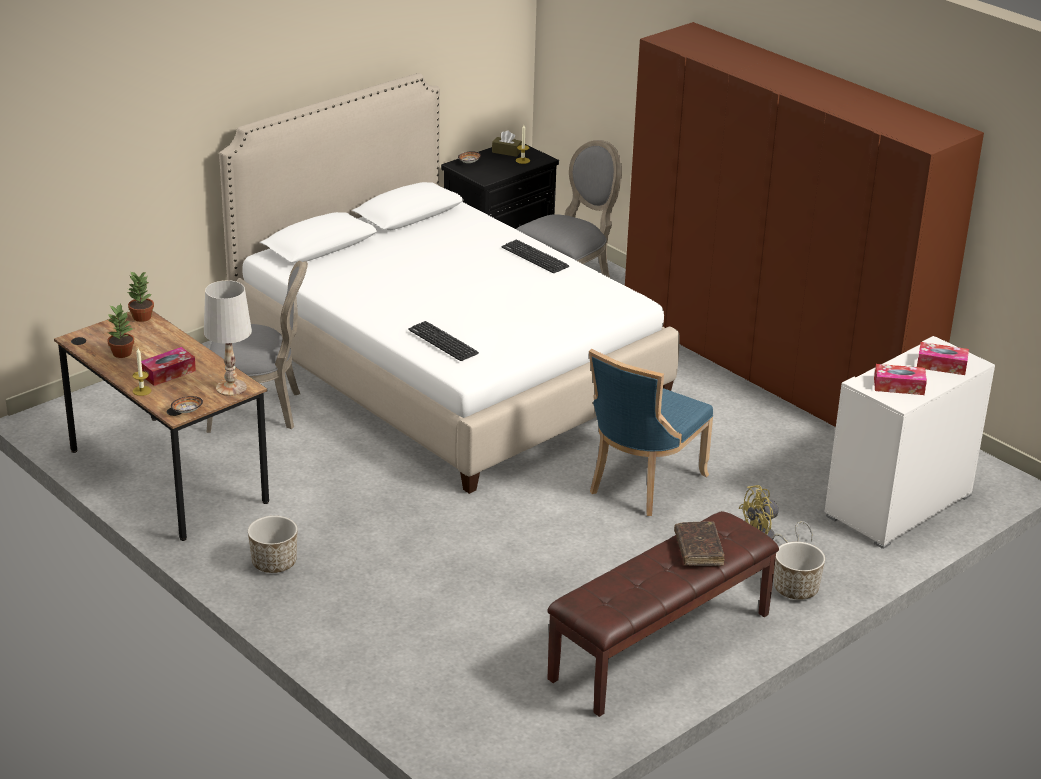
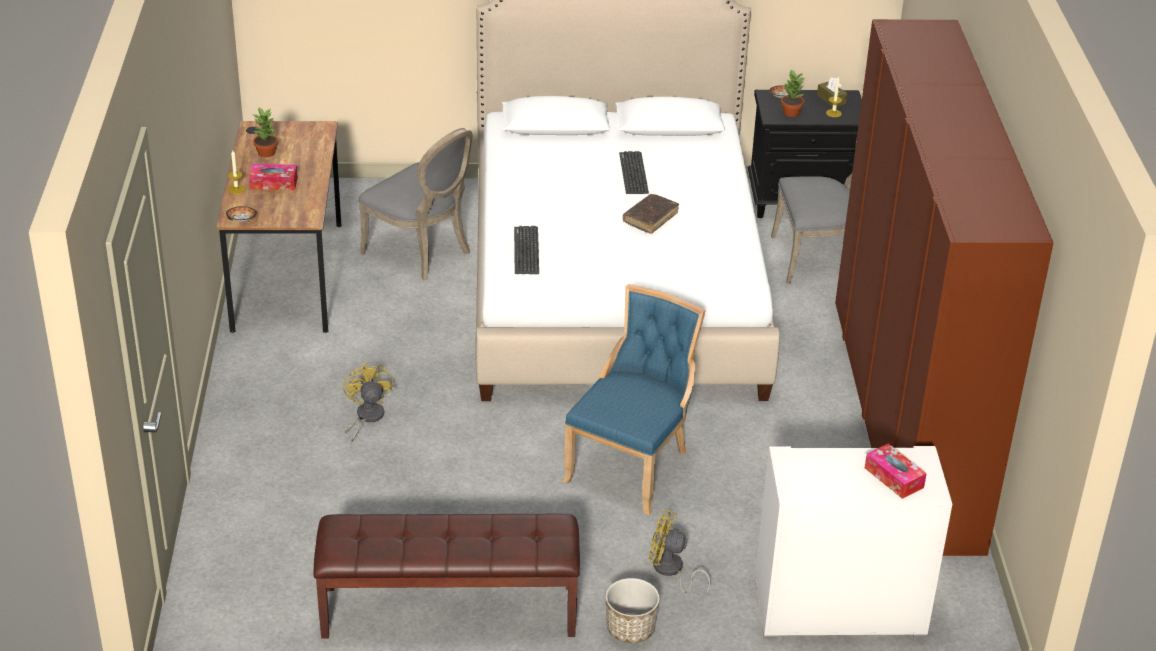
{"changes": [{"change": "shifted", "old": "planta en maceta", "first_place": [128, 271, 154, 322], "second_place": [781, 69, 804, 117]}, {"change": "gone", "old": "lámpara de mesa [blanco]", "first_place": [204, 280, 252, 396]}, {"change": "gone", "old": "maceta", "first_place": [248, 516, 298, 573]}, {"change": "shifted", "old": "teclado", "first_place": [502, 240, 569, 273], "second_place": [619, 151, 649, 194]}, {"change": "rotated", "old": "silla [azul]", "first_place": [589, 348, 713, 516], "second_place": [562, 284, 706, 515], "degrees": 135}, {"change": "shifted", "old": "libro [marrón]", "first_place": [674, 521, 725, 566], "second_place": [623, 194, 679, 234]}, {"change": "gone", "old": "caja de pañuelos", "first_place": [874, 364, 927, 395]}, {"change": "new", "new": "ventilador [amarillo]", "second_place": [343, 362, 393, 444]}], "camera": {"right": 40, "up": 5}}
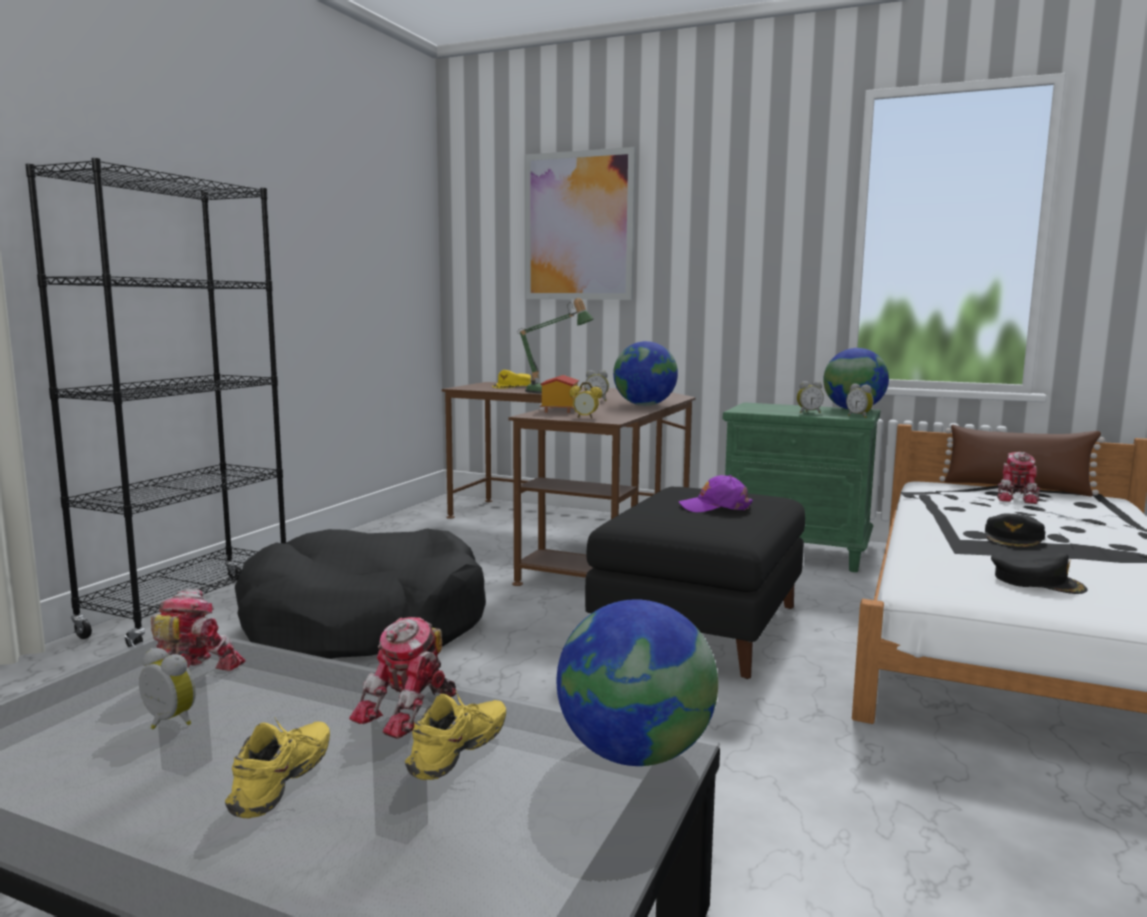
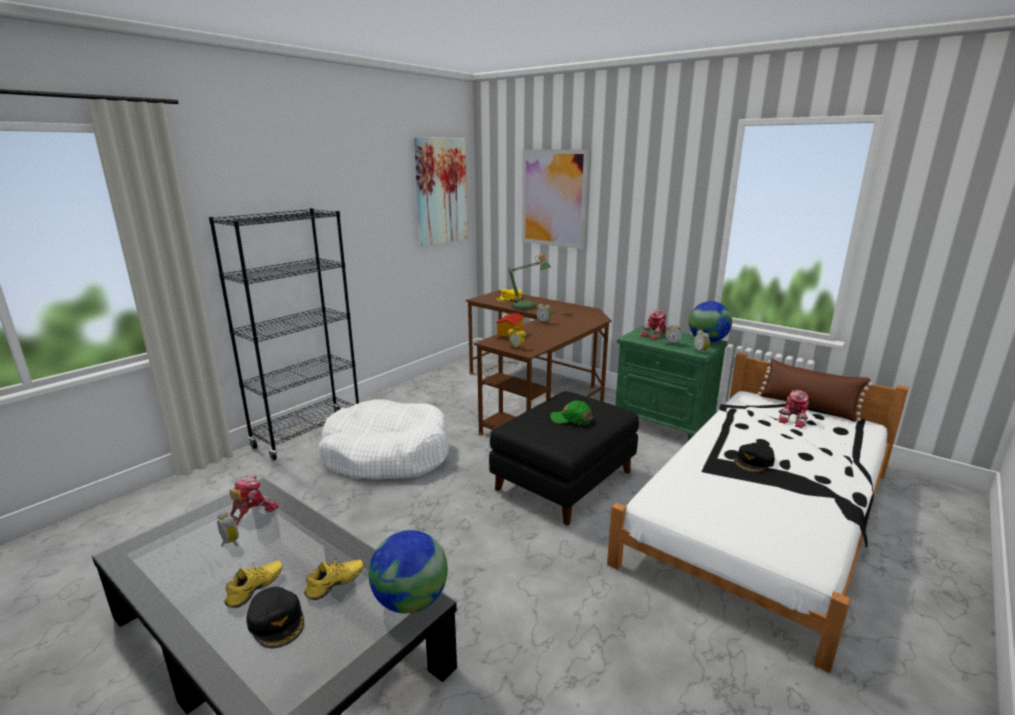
{"changes": [{"change": "repainted", "old": "cama para perro [negro]", "new": "cama para perro [blanco]", "first_place": [235, 528, 486, 659], "second_place": [318, 399, 449, 480]}, {"change": "shifted", "old": "robot de juguete", "first_place": [349, 617, 456, 739], "second_place": [640, 310, 667, 340]}, {"change": "gone", "old": "globo terráqueo", "first_place": [613, 341, 678, 406]}, {"change": "repainted", "old": "gorra [morado]", "new": "gorra [verde]", "first_place": [679, 475, 753, 512], "second_place": [550, 400, 593, 425]}, {"change": "shifted", "old": "gorra [negro]", "first_place": [991, 552, 1088, 594], "second_place": [246, 587, 304, 648]}, {"change": "new", "new": "cuadro", "second_place": [414, 137, 468, 247]}], "camera": {"right": 15, "up": 10}}
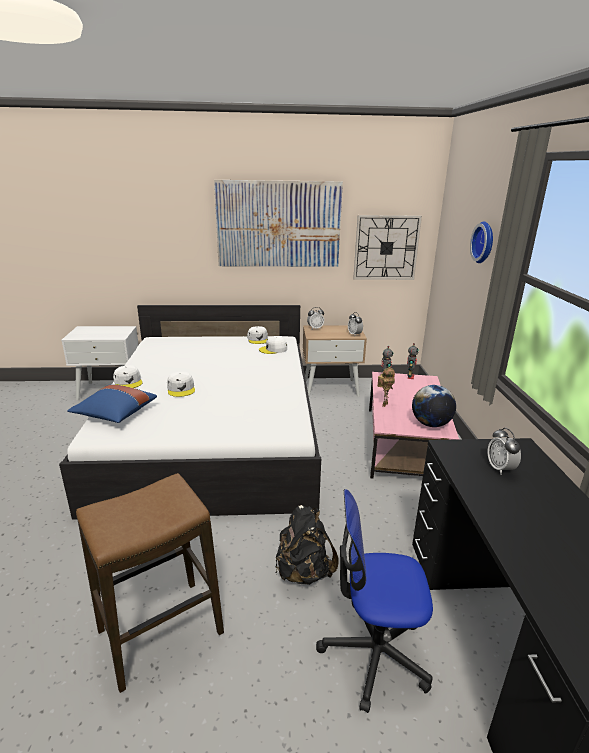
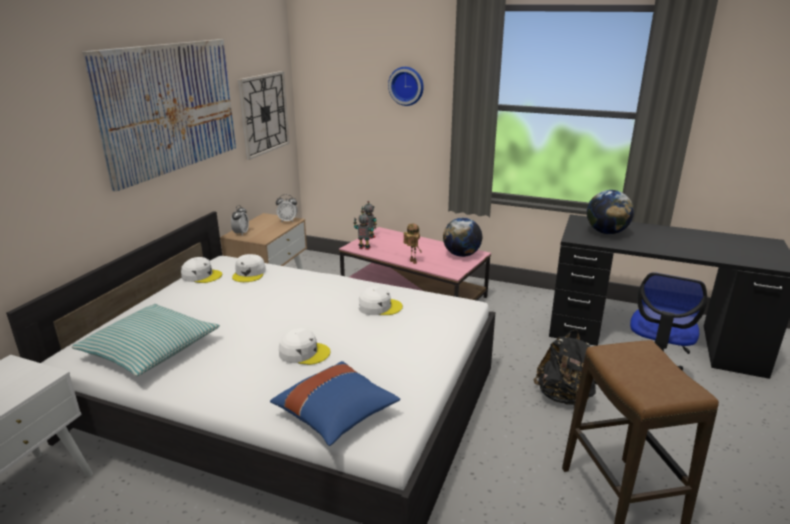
{"changes": [{"change": "shifted", "old": "gorra [blanco]", "first_place": [113, 365, 142, 388], "second_place": [359, 286, 403, 315]}, {"change": "swapped", "old": "despertador", "new": "globo terráqueo", "first_place": [487, 428, 521, 475], "second_place": [587, 190, 634, 234]}, {"change": "new", "new": "cojín", "second_place": [72, 304, 220, 376]}], "camera": {"right": -65, "up": 0}}
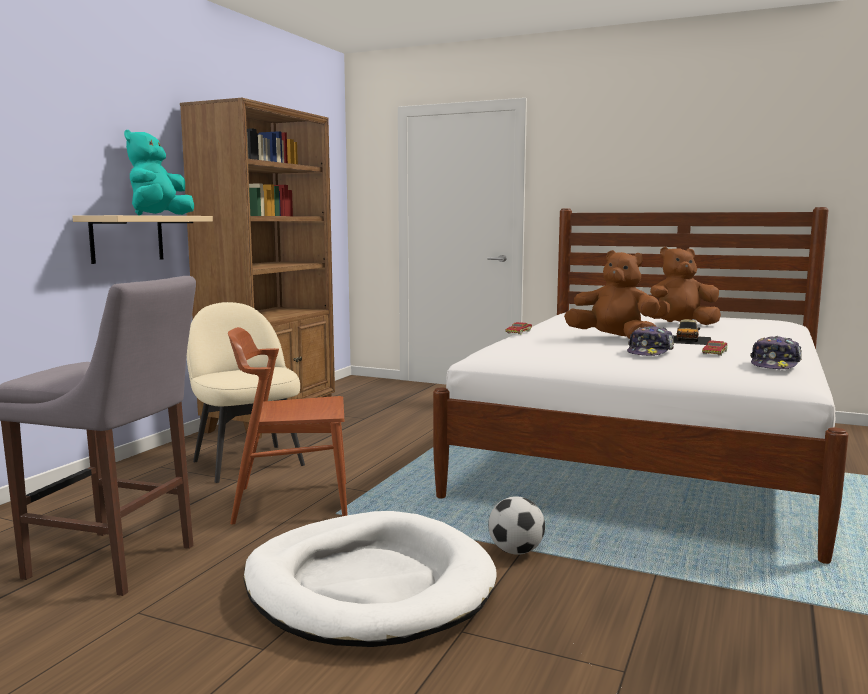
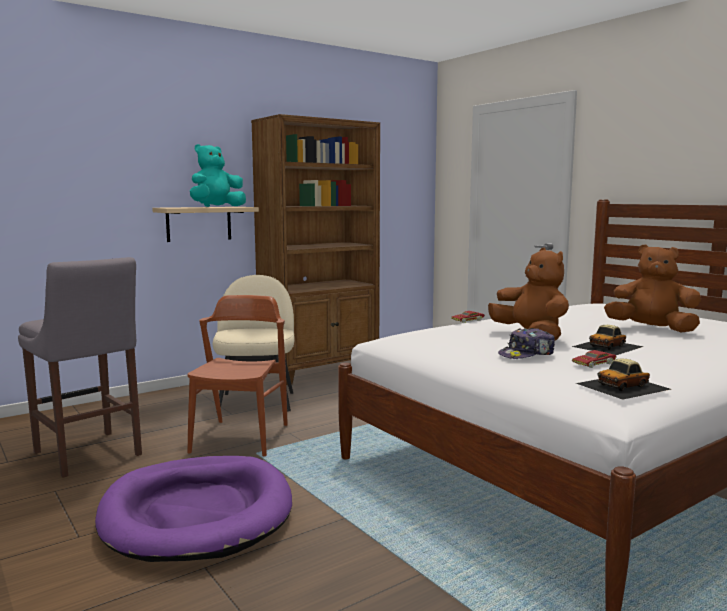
{"changes": [{"change": "rotated", "old": "silla [marrón]", "first_place": [228, 327, 348, 525], "second_place": [187, 295, 288, 456], "degrees": 75}, {"change": "repainted", "old": "cama para perro [blanco]", "new": "cama para perro [morado]", "first_place": [244, 511, 497, 647], "second_place": [95, 456, 292, 562]}, {"change": "gone", "old": "balón de fútbol", "first_place": [488, 496, 545, 555]}, {"change": "swapped", "old": "gorra", "new": "coche de juguete", "first_place": [750, 336, 802, 369], "second_place": [576, 359, 671, 400]}], "camera": {"right": 30, "up": 0}}
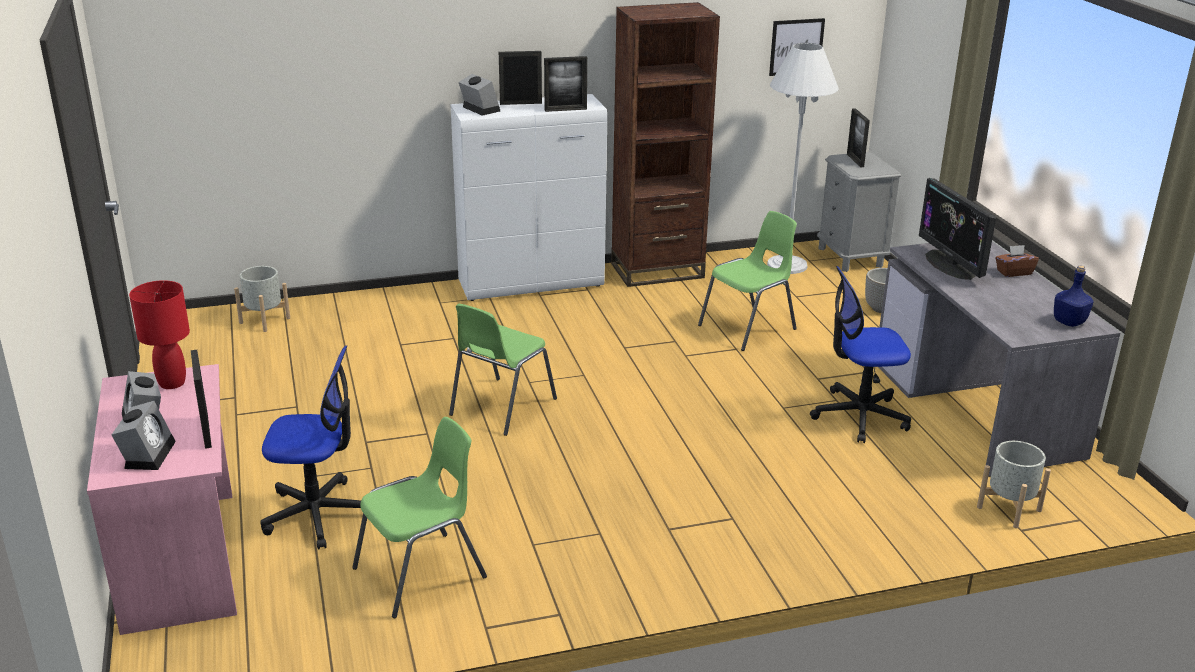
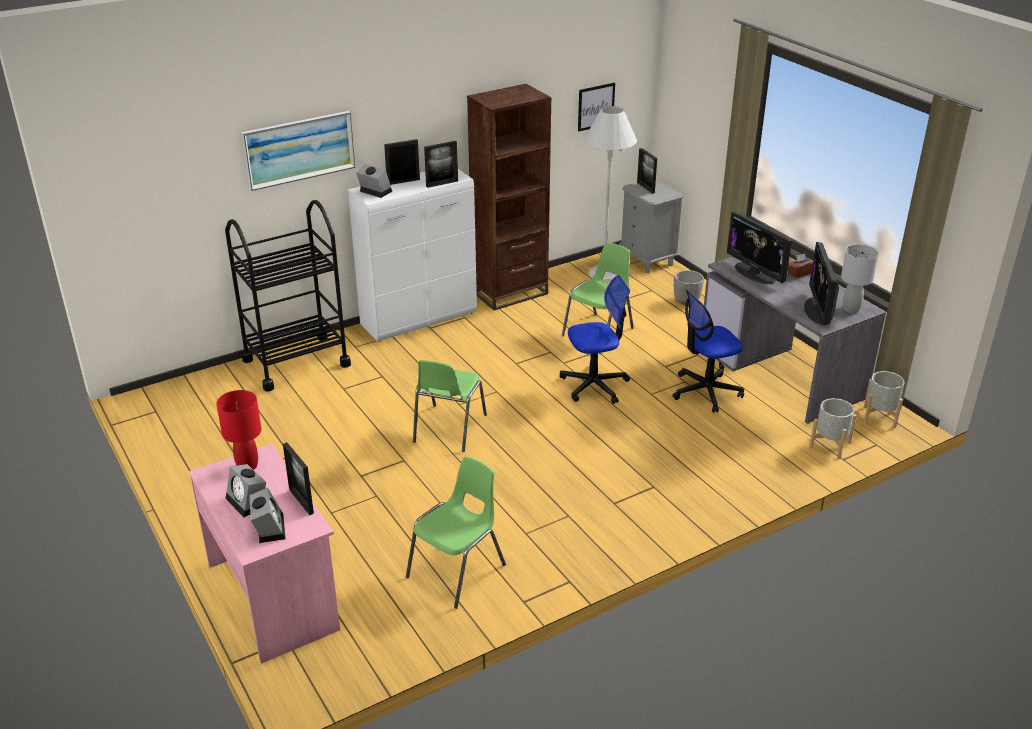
{"changes": [{"change": "shifted", "old": "maceta [gris]", "first_place": [234, 266, 290, 332], "second_place": [864, 371, 905, 428]}, {"change": "shifted", "old": "silla de oficina", "first_place": [260, 345, 361, 550], "second_place": [559, 275, 630, 404]}, {"change": "swapped", "old": "botella [azul]", "new": "lámpara de mesa [gris]", "first_place": [1054, 266, 1094, 327], "second_place": [841, 244, 879, 313]}, {"change": "new", "new": "carrito [negro]", "second_place": [225, 200, 351, 392]}, {"change": "new", "new": "cuadro", "second_place": [242, 111, 355, 191]}, {"change": "new", "new": "monitor", "second_place": [804, 242, 839, 325]}], "camera": {"right": -15, "up": 5}}
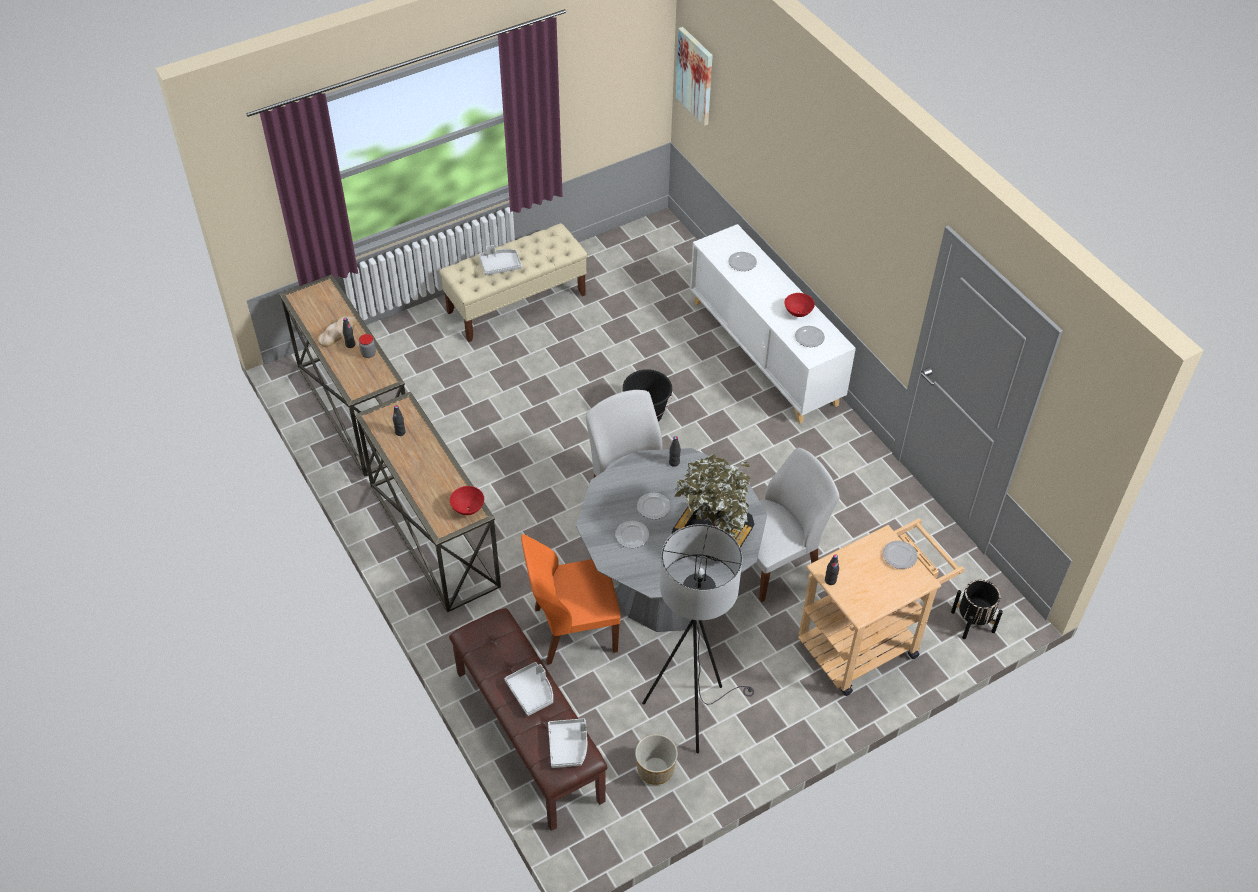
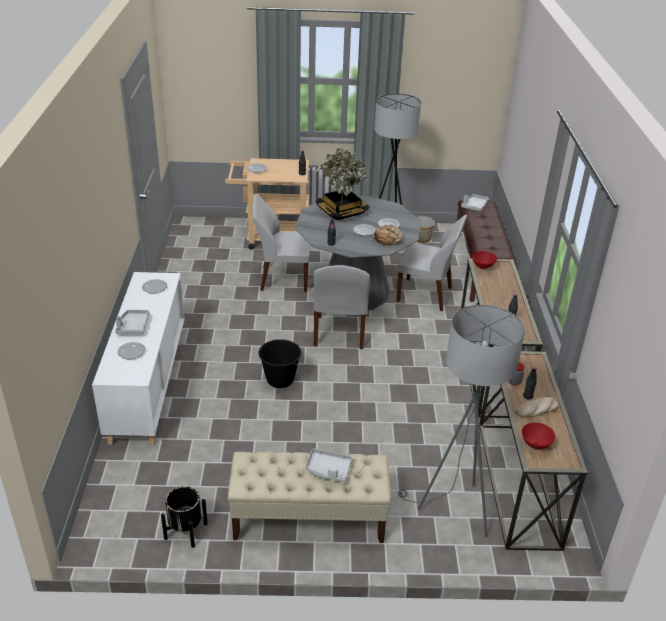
{"changes": [{"change": "shifted", "old": "bandeja [gris]", "first_place": [504, 662, 553, 716], "second_place": [115, 310, 150, 335]}, {"change": "repainted", "old": "silla [naranja]", "new": "silla [blanco]", "first_place": [521, 534, 620, 665], "second_place": [397, 214, 467, 311]}, {"change": "gone", "old": "cuadro", "first_place": [676, 27, 713, 126]}, {"change": "shifted", "old": "cuenco [rojo]", "first_place": [785, 293, 815, 317], "second_place": [522, 422, 556, 449]}, {"change": "shifted", "old": "maceta [negro]", "first_place": [951, 580, 1003, 639], "second_place": [161, 486, 207, 548]}, {"change": "new", "new": "pan", "second_place": [370, 225, 403, 247]}, {"change": "new", "new": "lámpara de pie [gris]", "second_place": [398, 305, 525, 537]}], "camera": {"right": -150, "up": -15}}
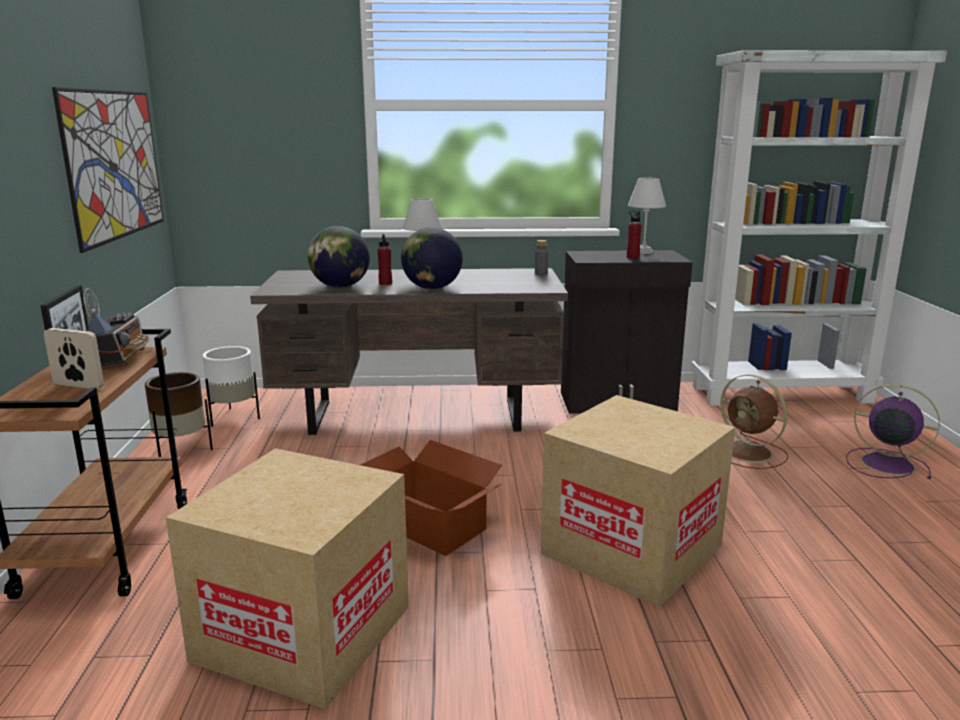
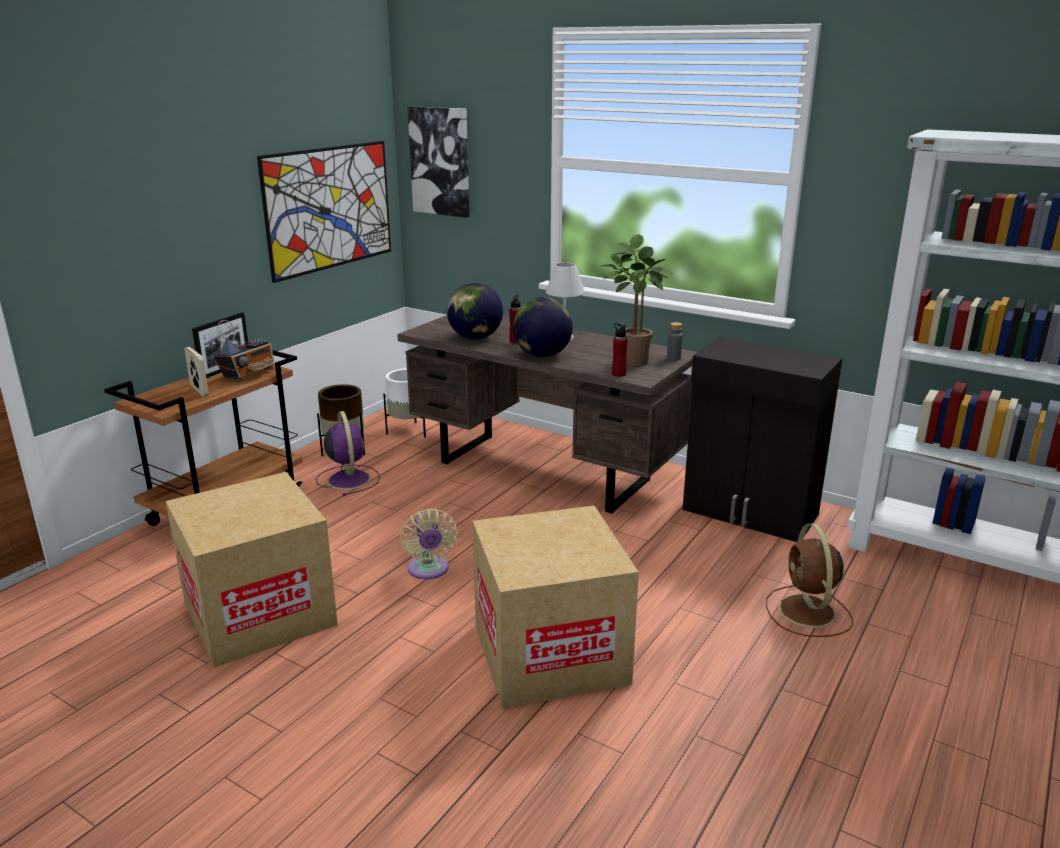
{"changes": [{"change": "swapped", "old": "caja de cartón", "new": "ventilador [beis]", "first_place": [360, 440, 502, 556], "second_place": [400, 509, 458, 579]}, {"change": "shifted", "old": "botella [rojo]", "first_place": [627, 210, 642, 259], "second_place": [612, 323, 628, 377]}, {"change": "gone", "old": "lámpara de mesa [blanco]", "first_place": [628, 178, 666, 254]}, {"change": "shifted", "old": "ventilador [morado]", "first_place": [846, 384, 940, 479], "second_place": [316, 411, 380, 496]}, {"change": "new", "new": "cuadro", "second_place": [408, 106, 469, 218]}, {"change": "new", "new": "planta en maceta", "second_place": [601, 234, 673, 366]}], "camera": {"right": 35, "up": 5}}
